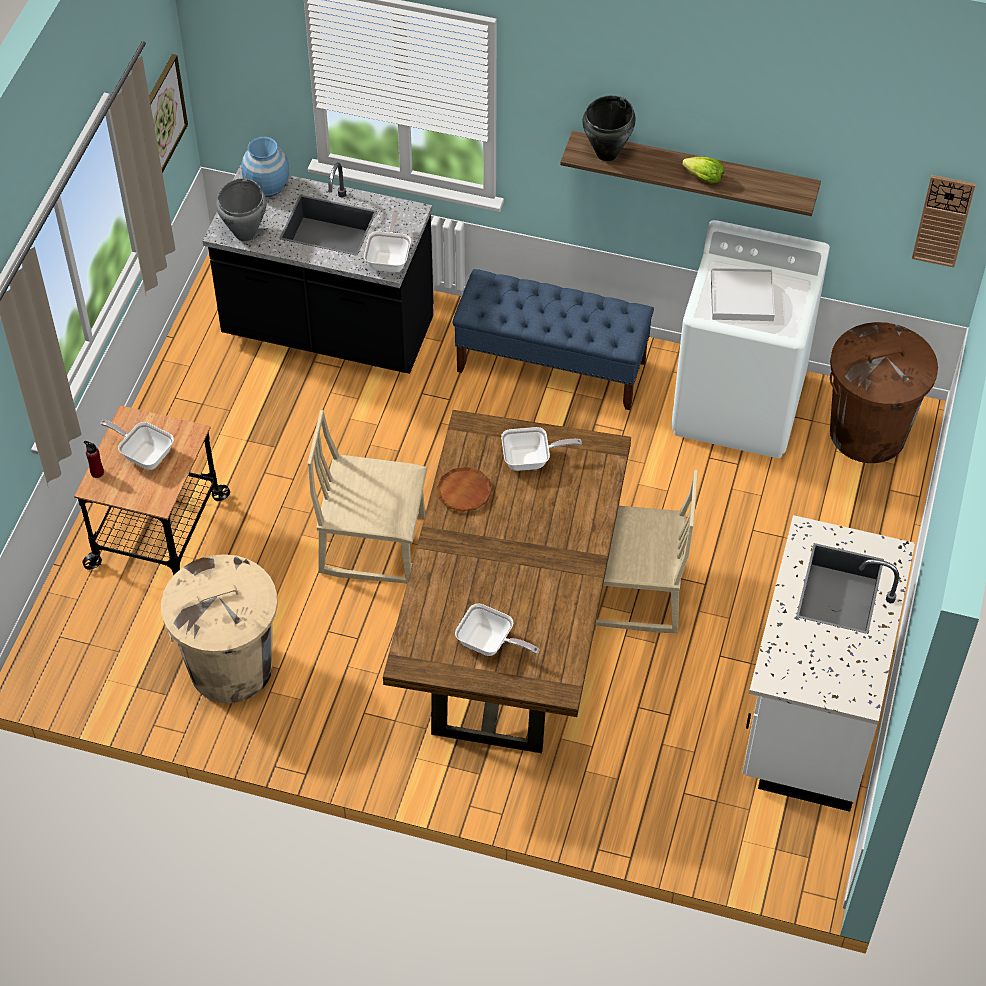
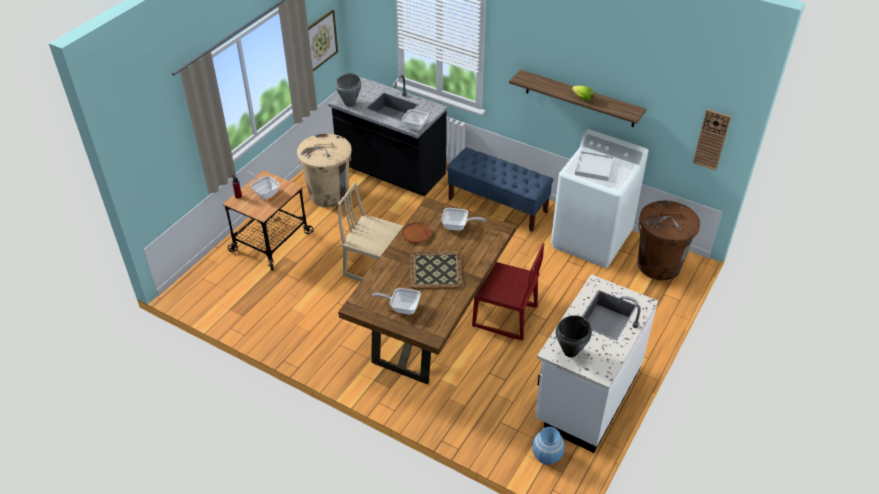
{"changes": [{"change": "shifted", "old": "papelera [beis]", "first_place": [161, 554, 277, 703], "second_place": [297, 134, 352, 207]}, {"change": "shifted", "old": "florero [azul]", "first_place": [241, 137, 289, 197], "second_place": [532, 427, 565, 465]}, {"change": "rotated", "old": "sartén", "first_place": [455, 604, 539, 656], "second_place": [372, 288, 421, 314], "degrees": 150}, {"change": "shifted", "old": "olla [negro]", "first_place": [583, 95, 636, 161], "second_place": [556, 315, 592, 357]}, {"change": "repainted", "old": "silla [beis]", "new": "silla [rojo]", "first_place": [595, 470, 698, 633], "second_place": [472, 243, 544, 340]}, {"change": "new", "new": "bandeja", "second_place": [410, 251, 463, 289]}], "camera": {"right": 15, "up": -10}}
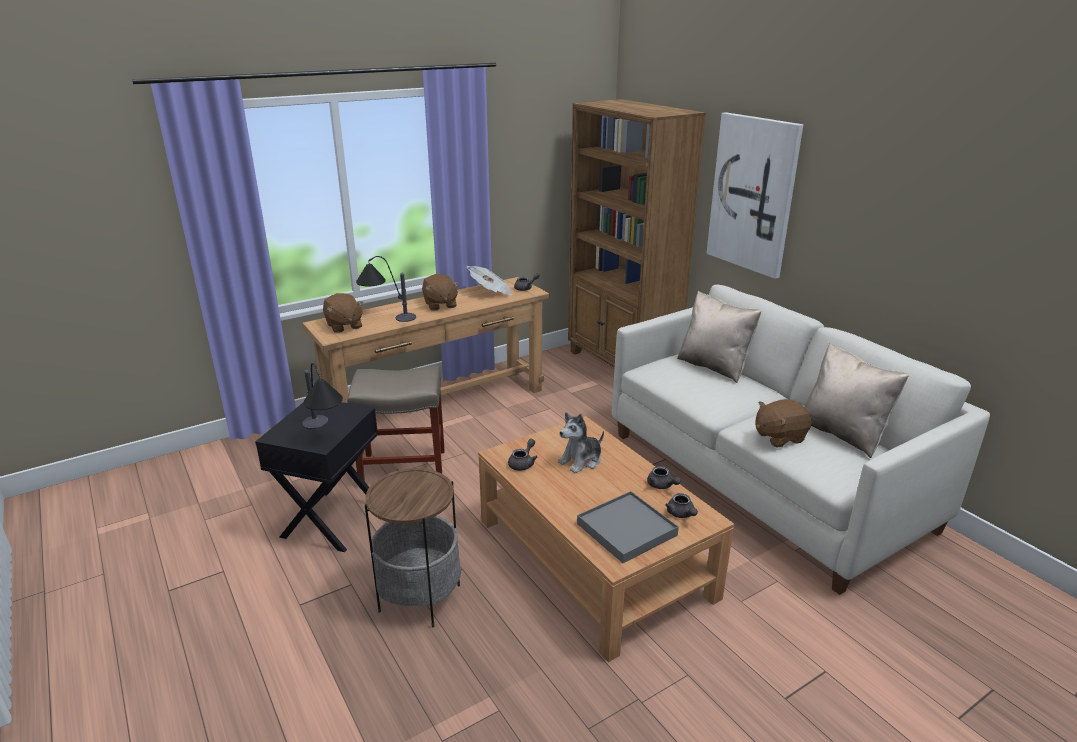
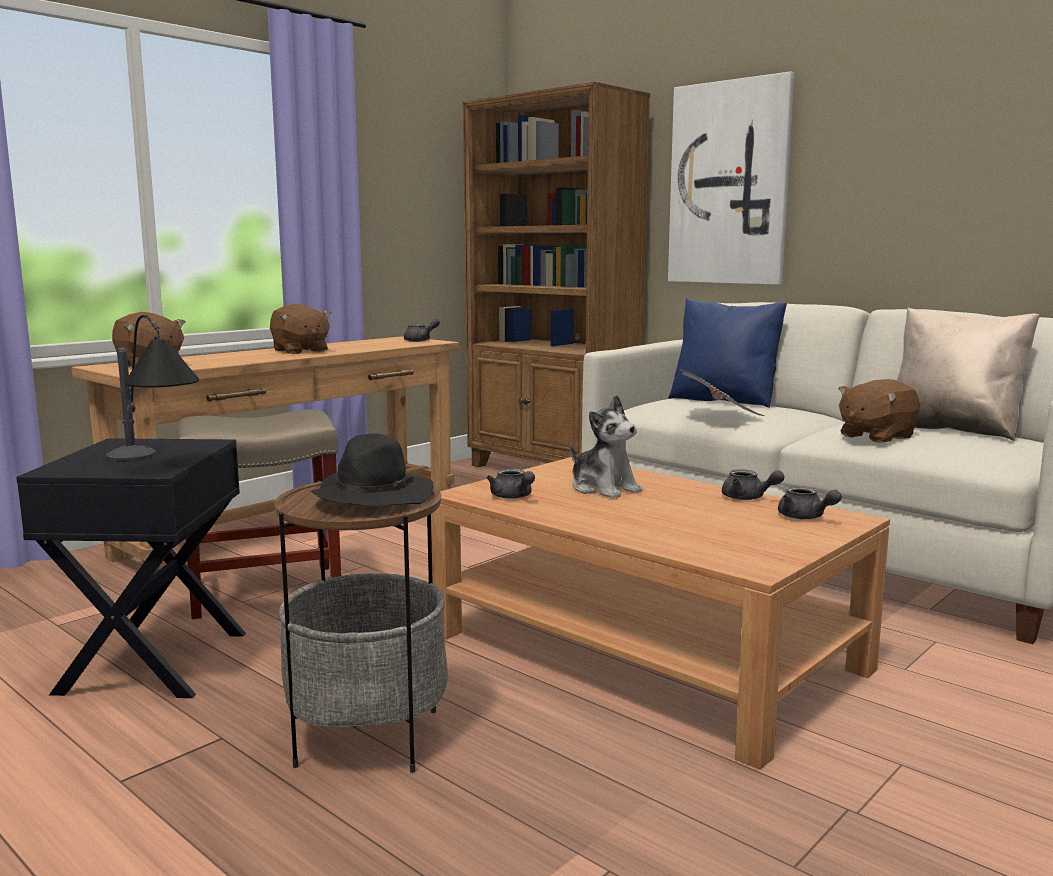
{"changes": [{"change": "gone", "old": "lámpara de mesa", "first_place": [356, 256, 416, 322]}, {"change": "shifted", "old": "periódico", "first_place": [467, 266, 512, 296], "second_place": [681, 370, 765, 416]}, {"change": "rotated", "old": "tetera [gris]", "first_place": [508, 439, 537, 471], "second_place": [487, 468, 535, 499], "degrees": 135}, {"change": "rotated", "old": "peluche", "first_place": [558, 412, 604, 473], "second_place": [570, 395, 642, 499], "degrees": -75}, {"change": "gone", "old": "bandeja [gris]", "first_place": [577, 491, 679, 563]}, {"change": "repainted", "old": "cojín [beis]", "new": "cojín [azul]", "first_place": [677, 291, 761, 383], "second_place": [668, 299, 787, 408]}, {"change": "new", "new": "sombrero [negro]", "second_place": [310, 433, 434, 506]}], "camera": {"right": -15, "up": -15}}
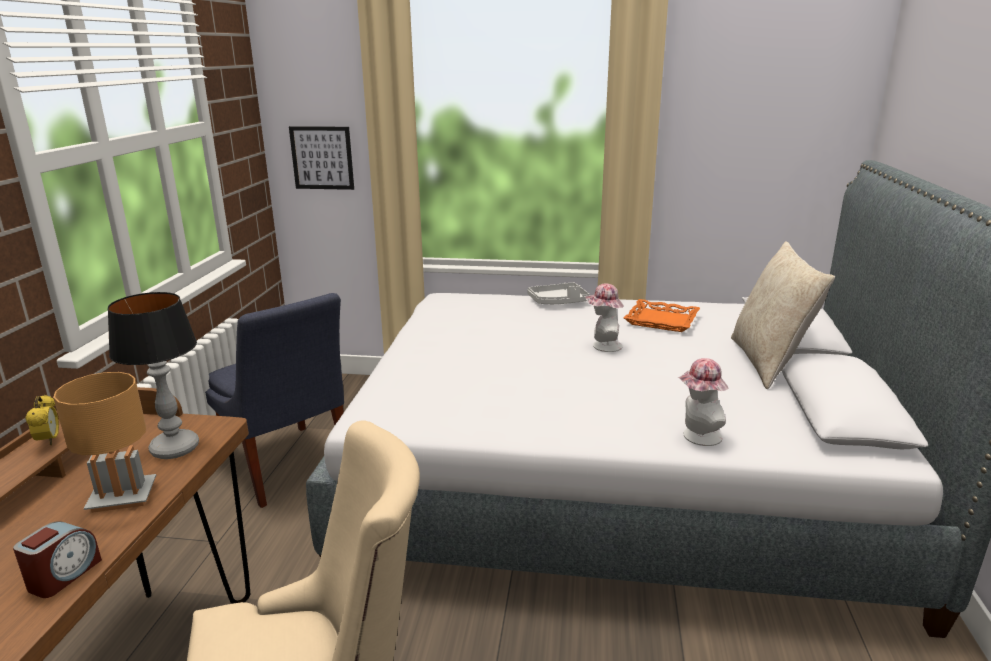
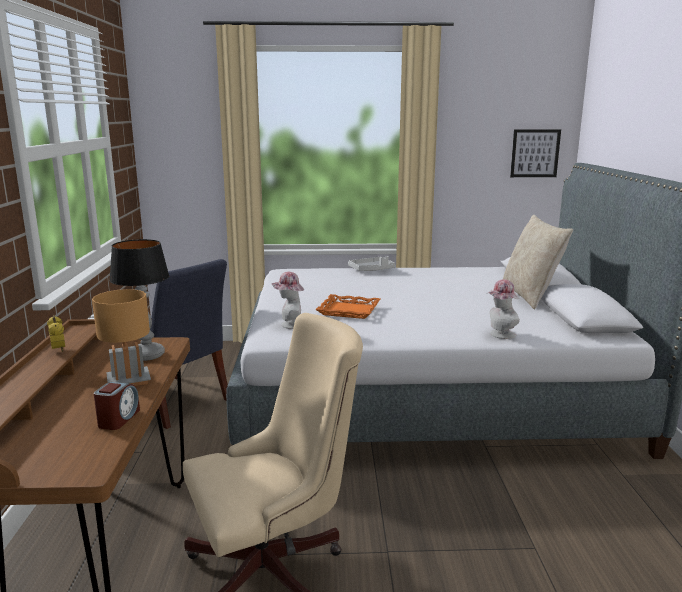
{"changes": [{"change": "shifted", "old": "cuadro", "first_place": [289, 126, 354, 190], "second_place": [510, 129, 561, 177]}, {"change": "shifted", "old": "sombrero", "first_place": [585, 283, 624, 352], "second_place": [272, 272, 304, 329]}, {"change": "shifted", "old": "bandeja [naranja]", "first_place": [624, 299, 700, 332], "second_place": [315, 294, 380, 319]}], "camera": {"right": -10, "up": -5}}
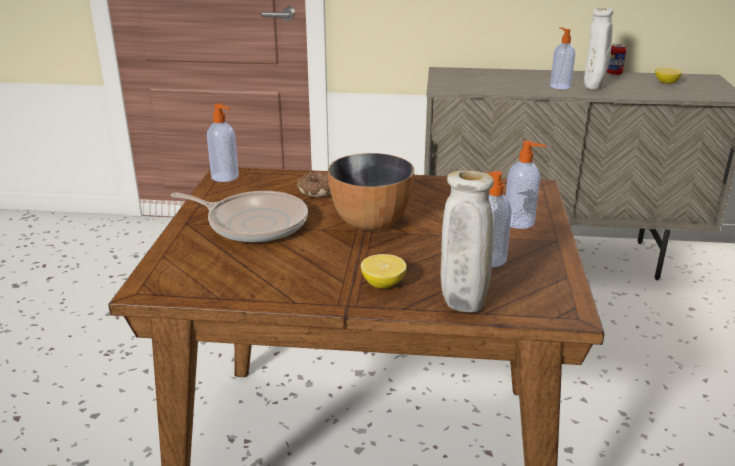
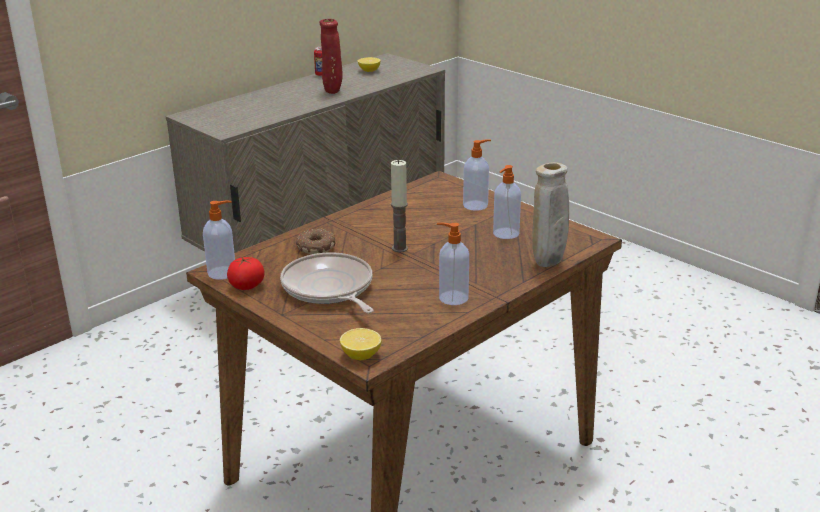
{"changes": [{"change": "rotated", "old": "sartén", "first_place": [170, 191, 308, 243], "second_place": [280, 252, 373, 313], "degrees": -90}, {"change": "swapped", "old": "cuenco", "new": "vela", "first_place": [328, 153, 414, 231], "second_place": [391, 160, 408, 252]}, {"change": "shifted", "old": "limón", "first_place": [361, 254, 407, 289], "second_place": [340, 328, 382, 360]}, {"change": "shifted", "old": "dispensador de jabón", "first_place": [550, 27, 575, 89], "second_place": [437, 223, 469, 305]}, {"change": "repainted", "old": "florero [blanco]", "new": "florero [rojo]", "first_place": [584, 7, 613, 90], "second_place": [320, 19, 343, 94]}, {"change": "new", "new": "tomate", "second_place": [227, 257, 264, 290]}], "camera": {"right": -50, "up": 0}}
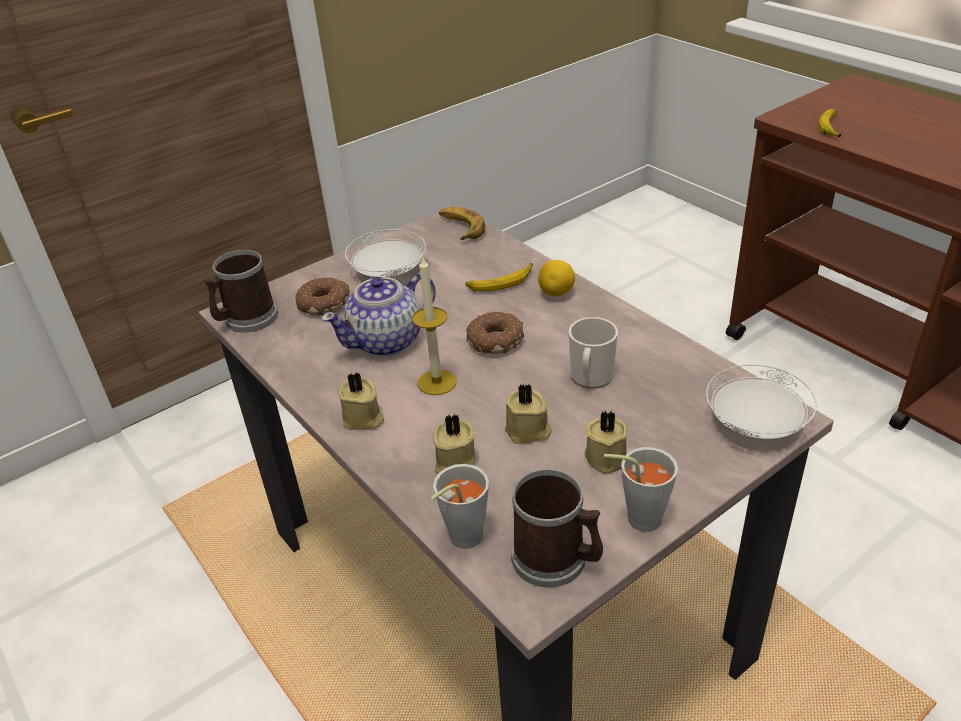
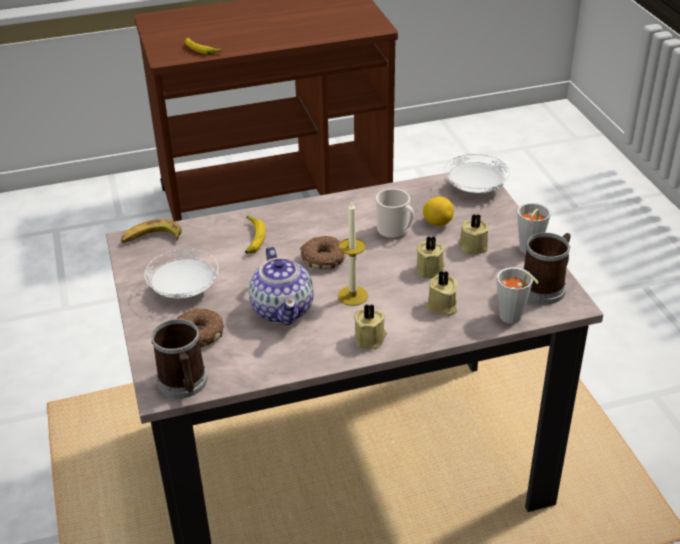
{"changes": [{"change": "shifted", "old": "limón", "first_place": [538, 260, 575, 296], "second_place": [423, 197, 454, 226]}], "camera": {"right": -70, "up": 0}}
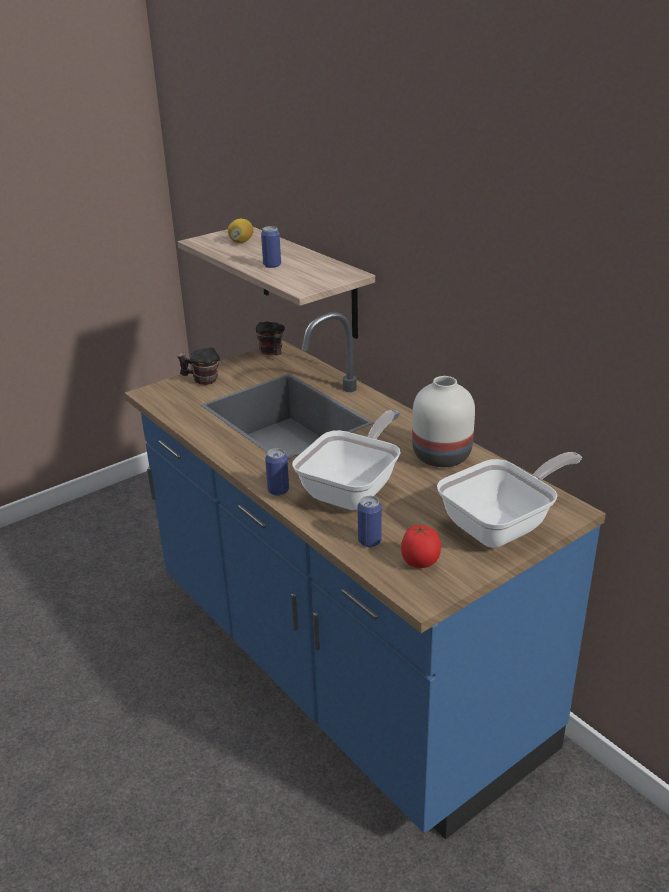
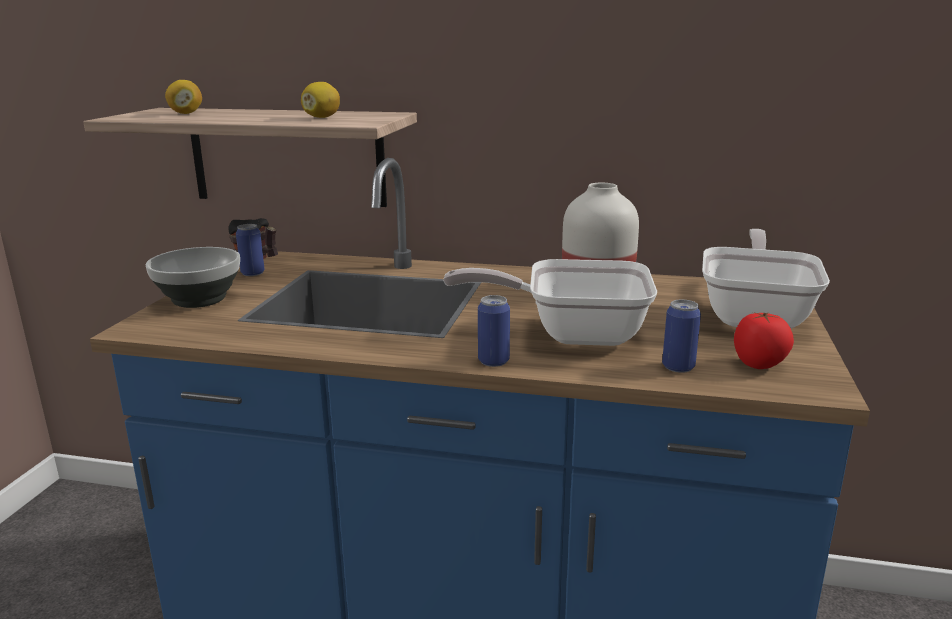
{"changes": [{"change": "swapped", "old": "taza grande", "new": "cuenco", "first_place": [178, 348, 220, 385], "second_place": [146, 247, 240, 308]}, {"change": "shifted", "old": "lata", "first_place": [261, 226, 281, 268], "second_place": [236, 224, 264, 276]}, {"change": "rotated", "old": "sartén", "first_place": [292, 410, 401, 510], "second_place": [443, 259, 657, 346], "degrees": -75}, {"change": "new", "new": "limón", "second_place": [301, 82, 340, 118]}], "camera": {"right": -40, "up": -10}}
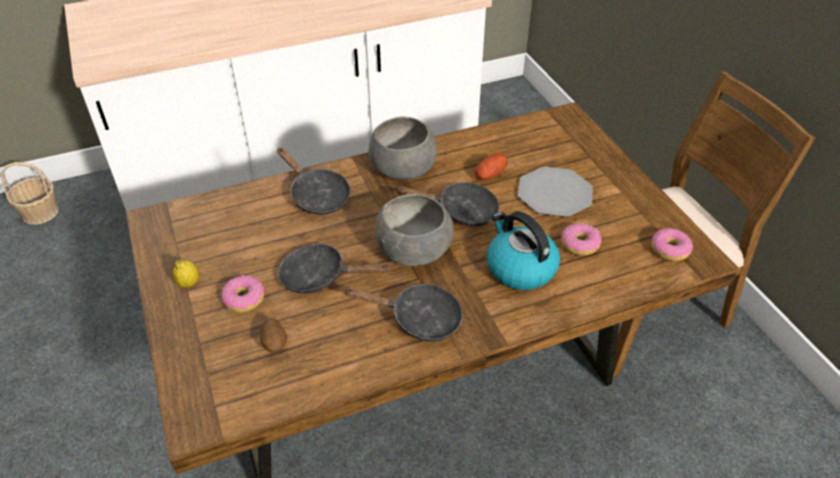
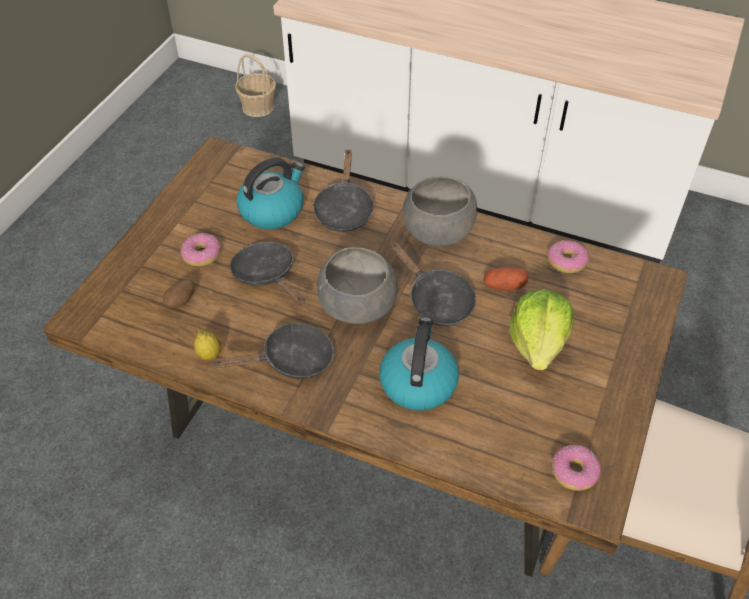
{"changes": [{"change": "shifted", "old": "limón", "first_place": [172, 260, 200, 288], "second_place": [194, 330, 221, 360]}, {"change": "rotated", "old": "sartén [negro]", "first_place": [343, 284, 463, 341], "second_place": [212, 323, 334, 379], "degrees": -75}, {"change": "swapped", "old": "plato", "new": "lechuga", "first_place": [518, 167, 593, 217], "second_place": [510, 289, 573, 370]}, {"change": "shifted", "old": "rosquilla", "first_place": [561, 223, 602, 256], "second_place": [547, 240, 589, 273]}, {"change": "new", "new": "hervidor", "second_place": [236, 158, 305, 229]}], "camera": {"right": 45, "up": 5}}
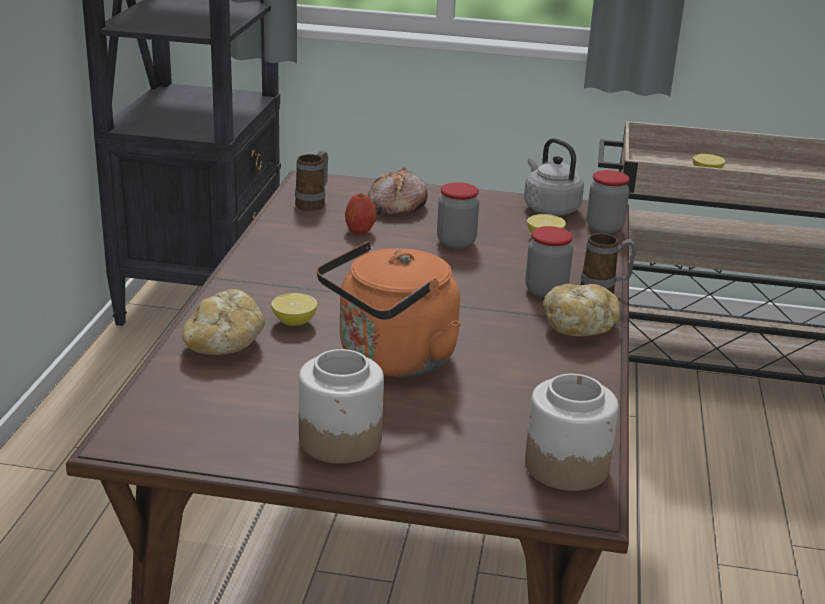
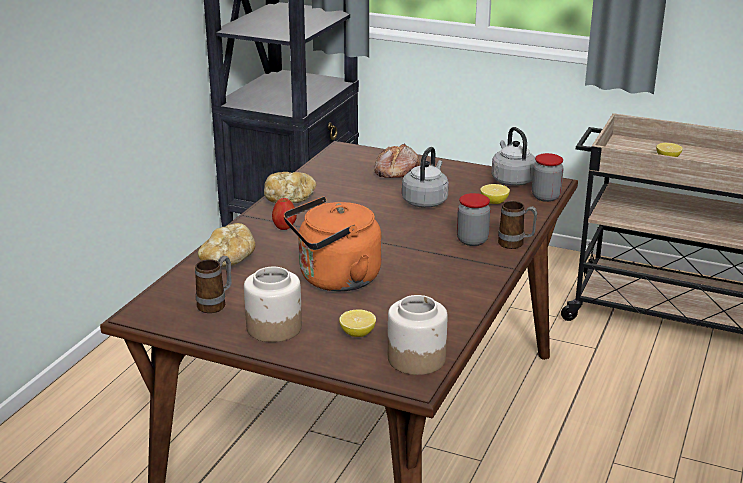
{"changes": [{"change": "shifted", "old": "limón", "first_place": [271, 293, 317, 326], "second_place": [339, 310, 376, 337]}, {"change": "shifted", "old": "taza grande", "first_place": [295, 150, 328, 211], "second_place": [195, 256, 232, 313]}, {"change": "shifted", "old": "manzana", "first_place": [345, 193, 377, 234], "second_place": [272, 198, 297, 230]}, {"change": "swapped", "old": "tarro", "new": "hervidor [gris]", "first_place": [437, 182, 479, 249], "second_place": [402, 147, 449, 208]}, {"change": "shifted", "old": "pan", "first_place": [544, 284, 620, 336], "second_place": [264, 172, 316, 203]}], "camera": {"right": 15, "up": 0}}
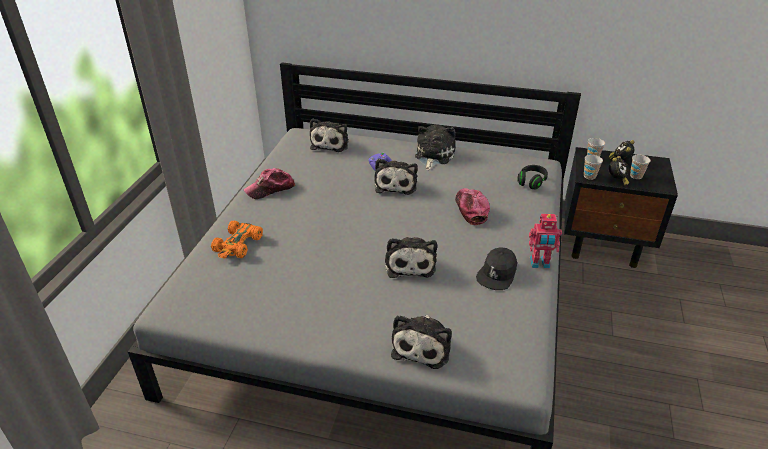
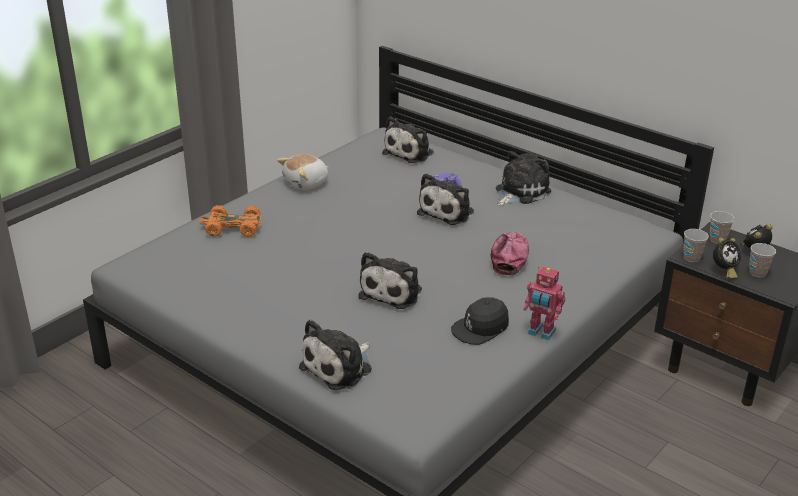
{"changes": [{"change": "rotated", "old": "coche de juguete [naranja]", "first_place": [211, 220, 263, 259], "second_place": [199, 205, 261, 237], "degrees": 45}, {"change": "swapped", "old": "gorra", "new": "peluche", "first_place": [243, 168, 295, 199], "second_place": [277, 154, 329, 190]}, {"change": "gone", "old": "auriculares [negro]", "first_place": [517, 165, 548, 189]}], "camera": {"right": 25, "up": -5}}
